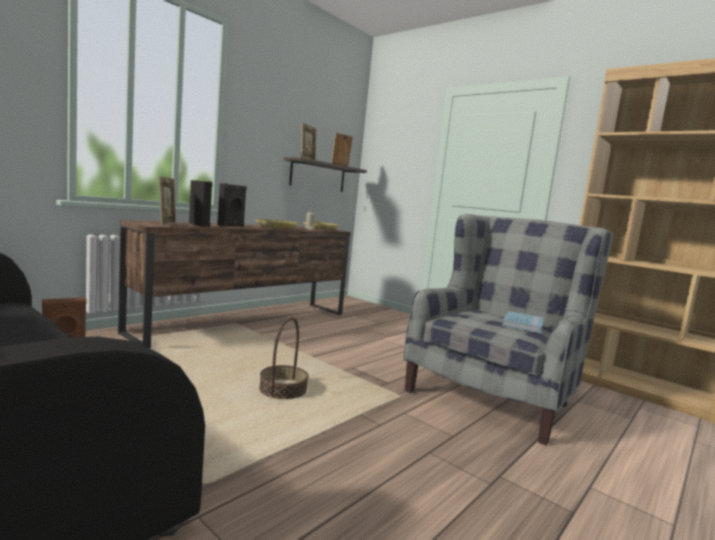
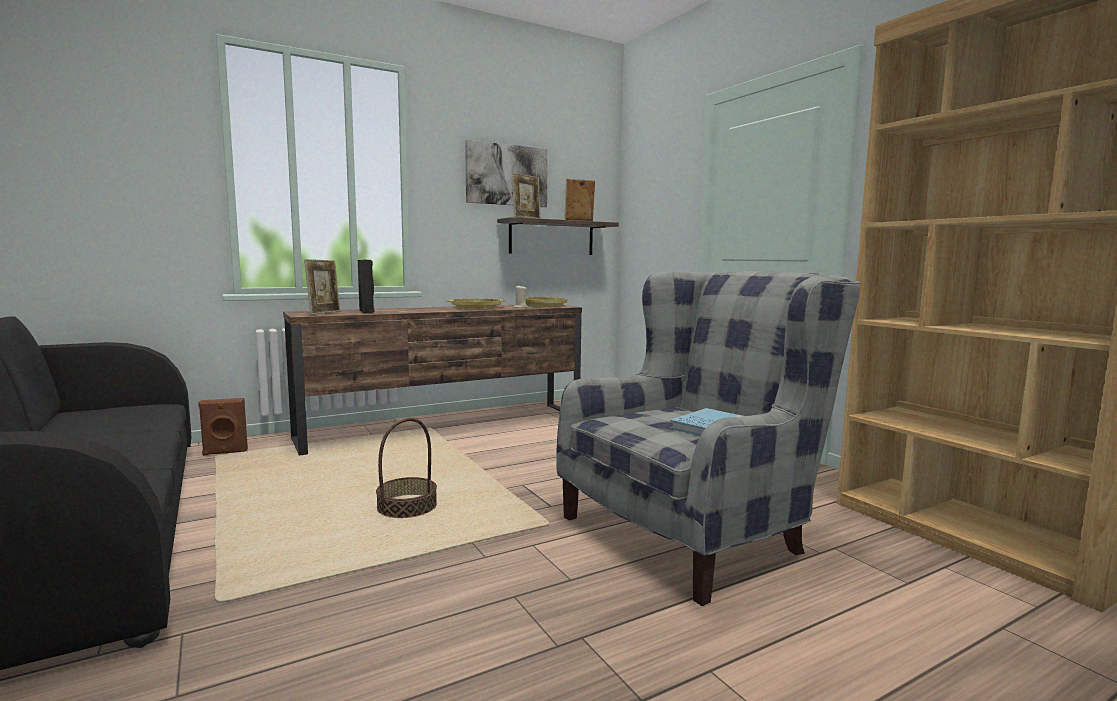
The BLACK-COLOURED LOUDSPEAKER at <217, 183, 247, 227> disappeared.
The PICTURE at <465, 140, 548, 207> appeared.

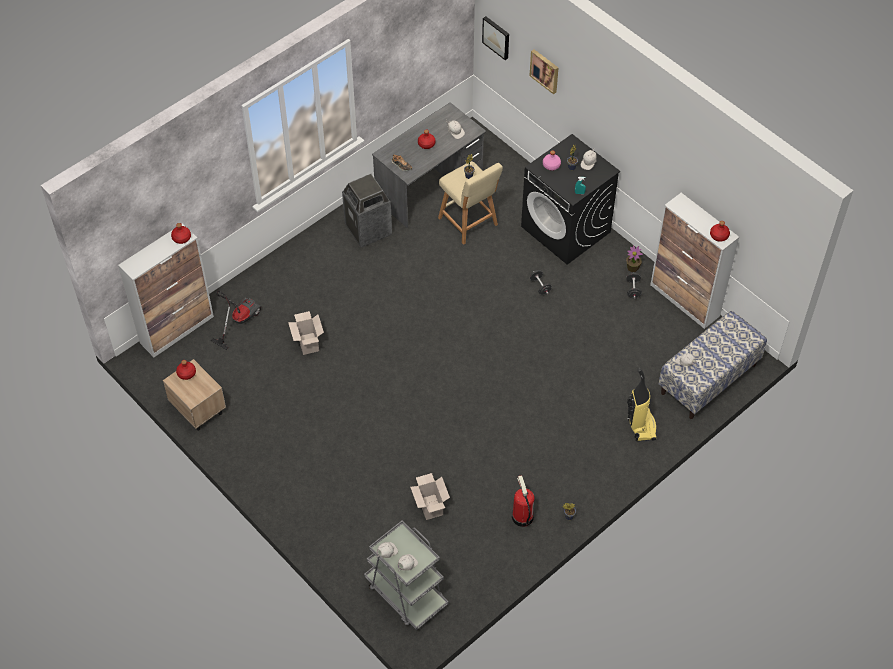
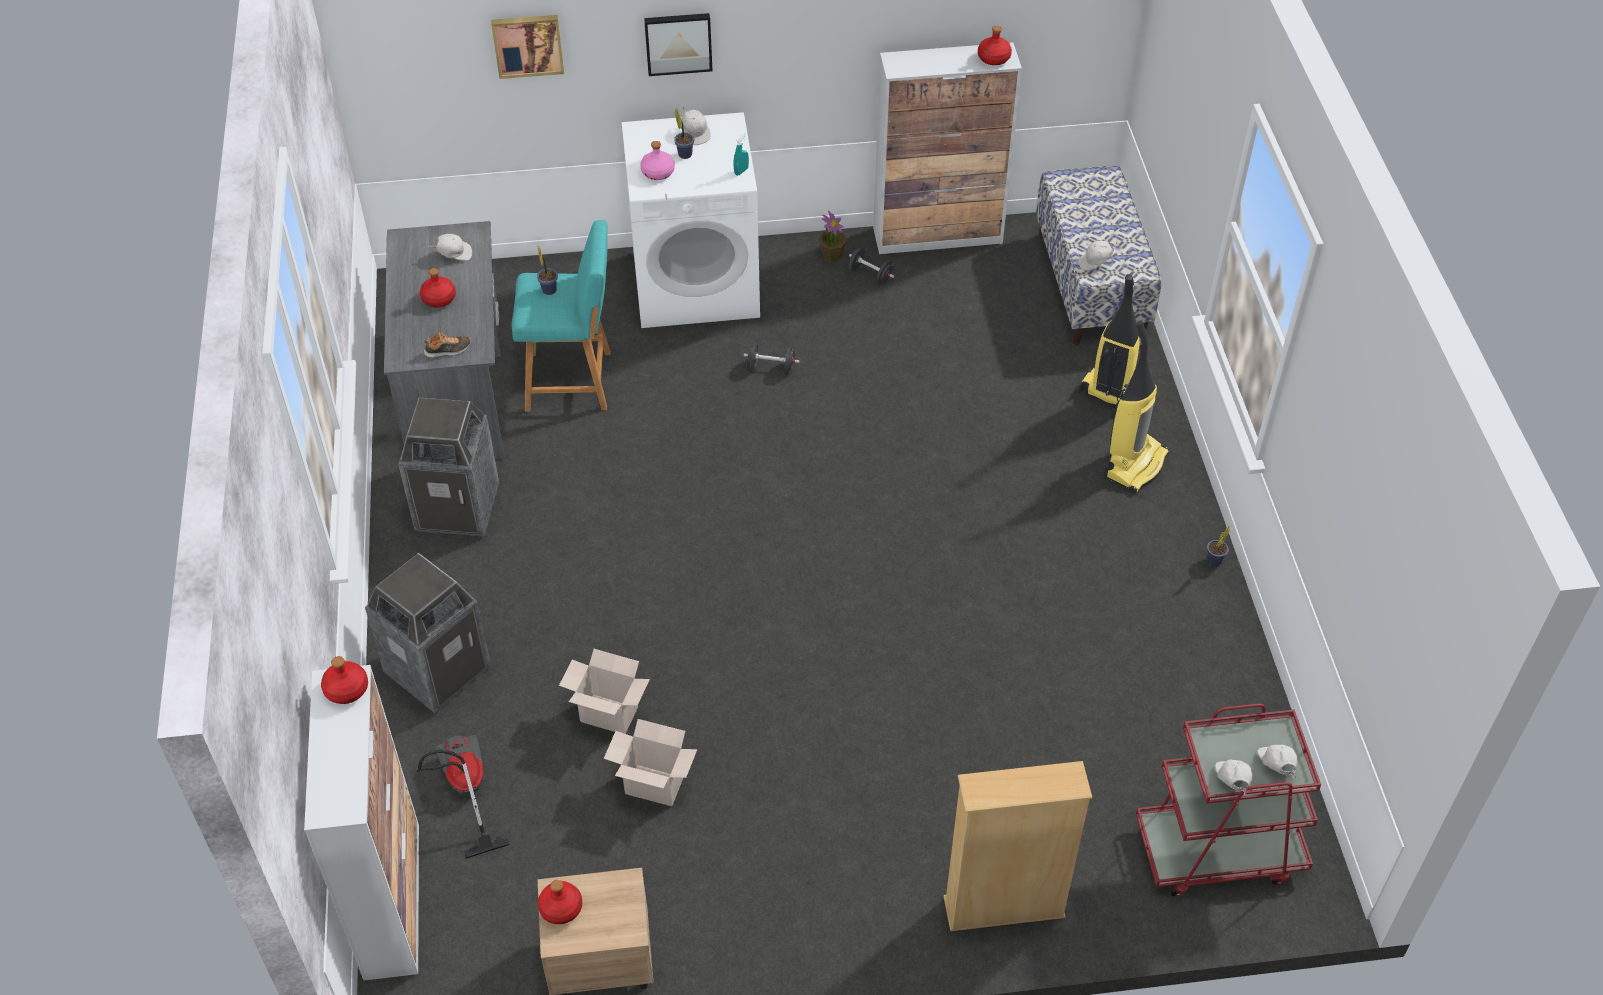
The PICTURE moved from <482, 16, 509, 60> to <644, 13, 713, 76>.
The BLACK-COLOURED WASHING MACHINE at <521, 134, 620, 265> became the WHITE-COLOURED WASHING MACHINE at <622, 112, 760, 328>.
The BEIGE-COLOURED STOOL SEAT at <438, 161, 503, 245> became the TURQUOISE-COLOURED STOOL SEAT at <511, 220, 611, 412>.
The CARTON moved from <410, 473, 450, 520> to <604, 719, 697, 806>.
The EXTINGUISHER at <512, 475, 535, 527> disappeared.
The GRAY TROLLEY at <364, 520, 449, 630> became the RED TROLLEY at <1136, 704, 1321, 896>.
The HOOVER at <1104, 320, 1169, 493> appeared.
The WASTE BIN at <365, 553, 491, 713> appeared.
The BEIGE-COLOURED BOOKCASE at <943, 761, 1092, 931> appeared.

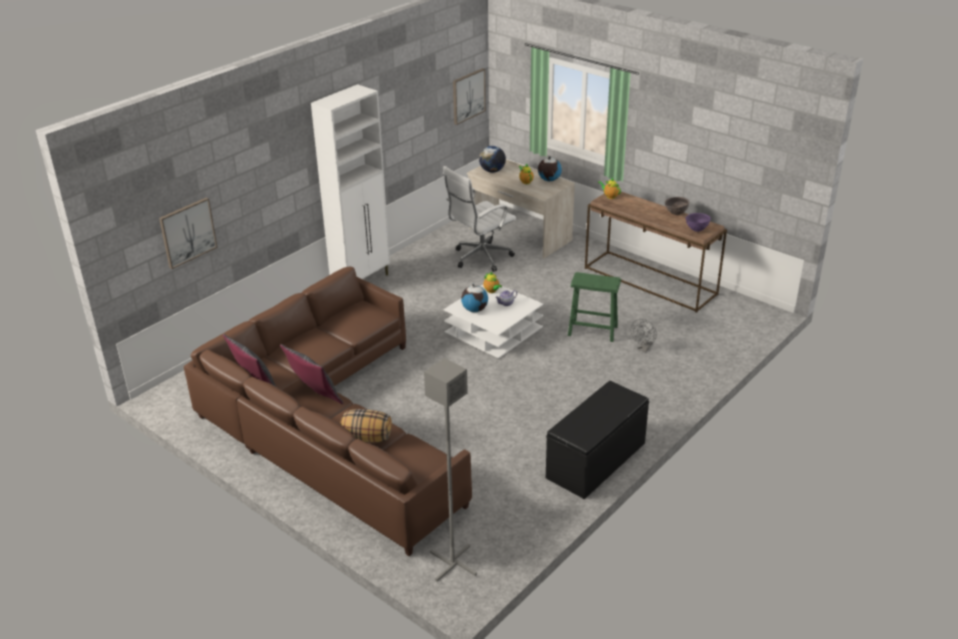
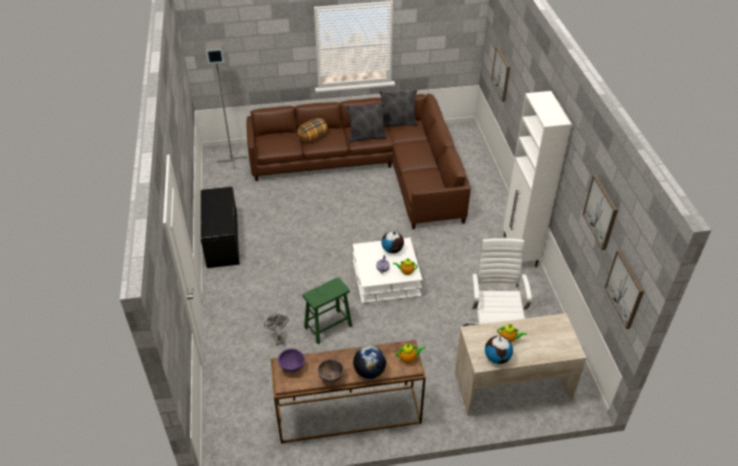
The GLOBE moved from <479, 146, 506, 173> to <353, 345, 386, 379>.
The PICTURE at <583, 175, 618, 250> appeared.

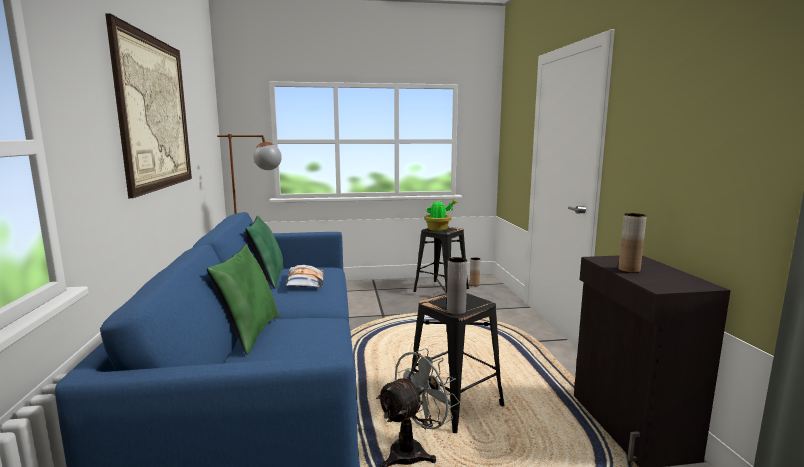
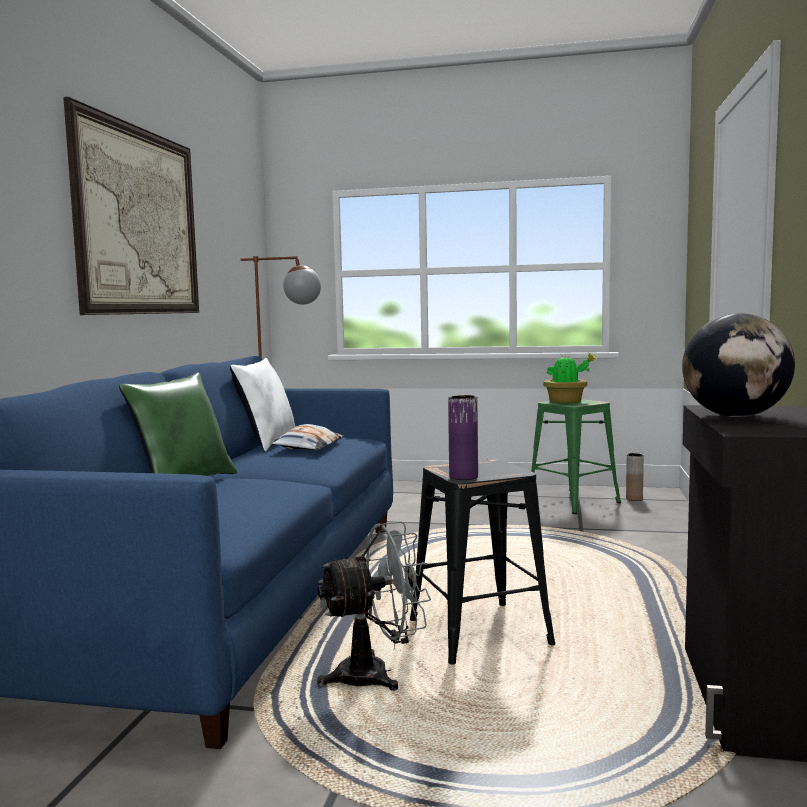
The BROWN DECORATIVE VASE at <618, 213, 647, 273> was replaced by the GLOBE at <682, 313, 795, 417>.
The GREEN-COLOURED CUSHION at <245, 215, 283, 289> became the WHITE-COLOURED CUSHION at <230, 358, 296, 452>.
The BLACK-COLOURED STOOL SEAT at <413, 227, 469, 293> became the GREEN-COLOURED STOOL SEAT at <531, 399, 621, 514>.
The GRAY DECORATIVE VASE at <447, 257, 467, 315> became the PURPLE DECORATIVE VASE at <448, 395, 478, 480>.

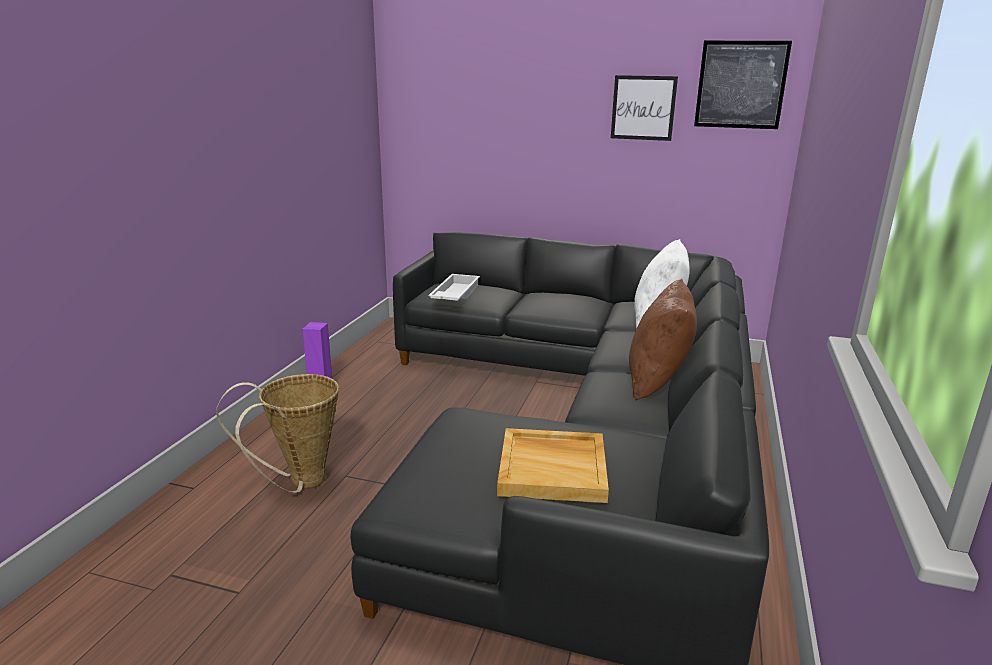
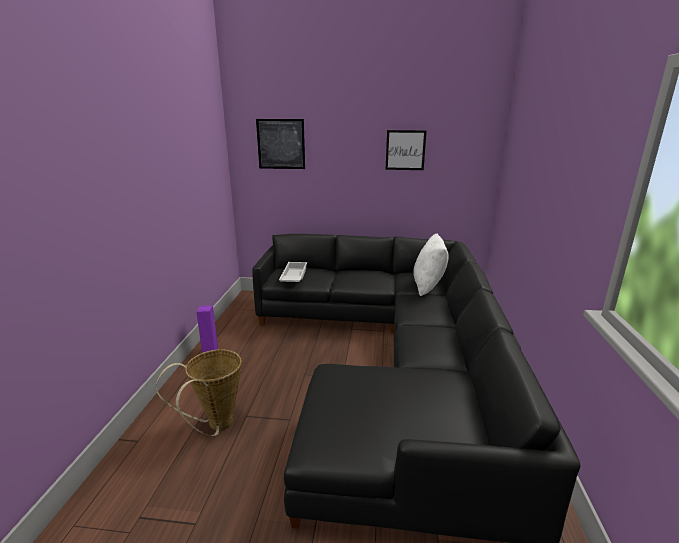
The PICTURE moved from <694, 41, 792, 129> to <256, 119, 305, 169>.
The BROWN CUSHION at <629, 279, 697, 401> disappeared.
The BEIGE-COLOURED CARRYING TRAY at <497, 428, 609, 503> disappeared.

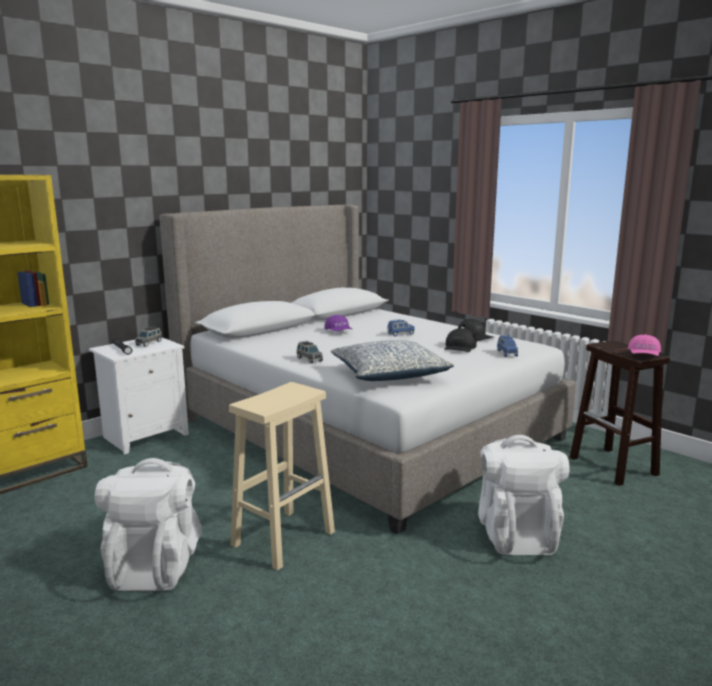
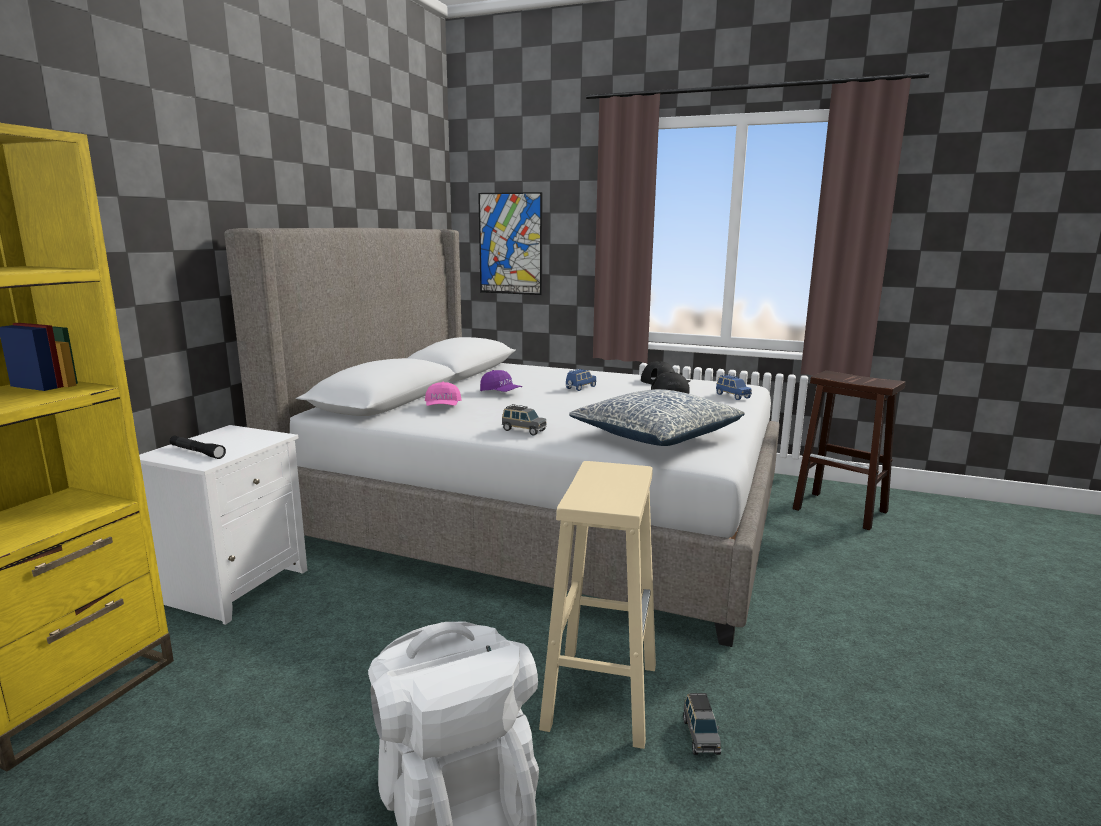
The GRAY MODEL CAR moved from <135, 327, 162, 347> to <683, 693, 721, 755>.
The PINK PEAKED CAP moved from <628, 334, 661, 356> to <425, 382, 462, 406>.
The WHITE-COLOURED RUCKSACK at <478, 435, 570, 555> disappeared.
The PICTURE at <478, 192, 543, 295> appeared.

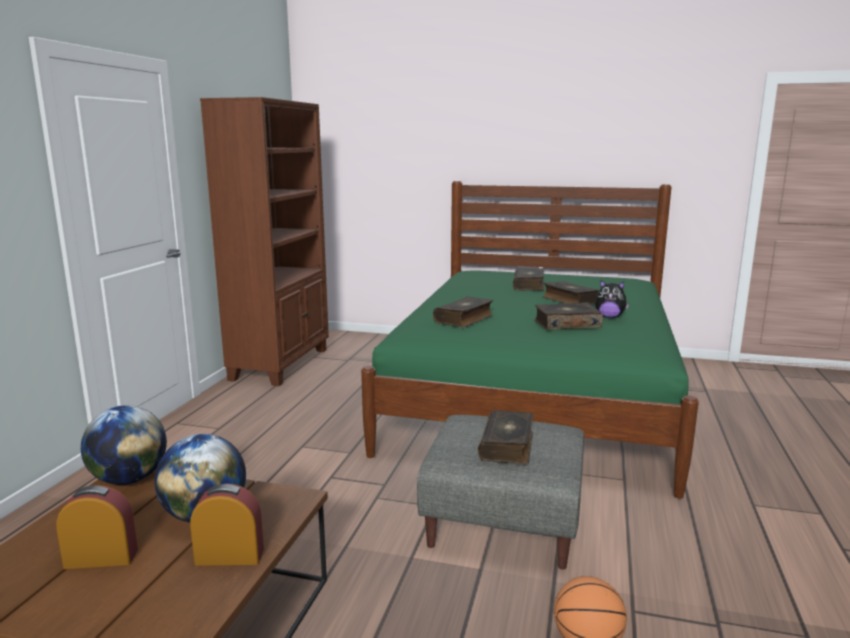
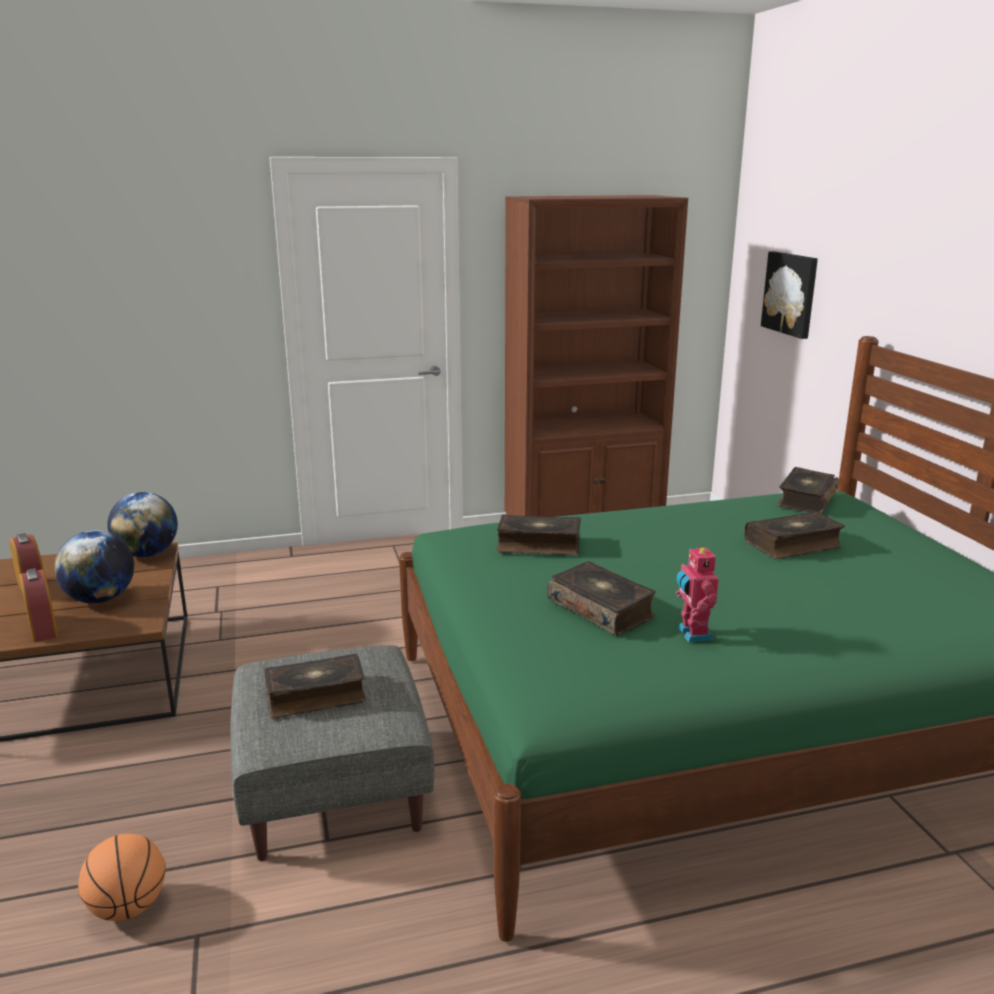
The CUDDLY TOY at <595, 280, 629, 318> was replaced by the TOY ROBOT at <676, 544, 719, 642>.
The VOLUME moved from <543, 281, 599, 305> to <777, 467, 839, 514>.
The PICTURE at <761, 251, 818, 339> appeared.

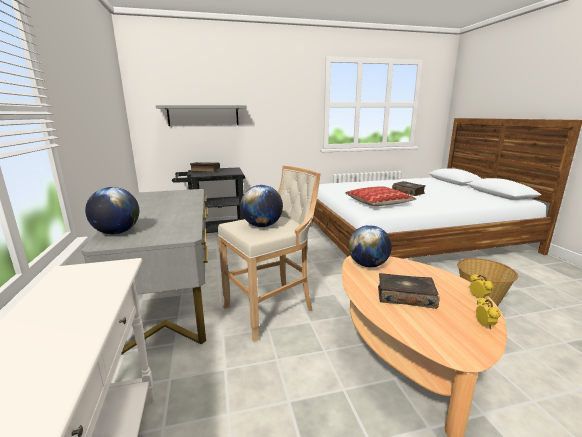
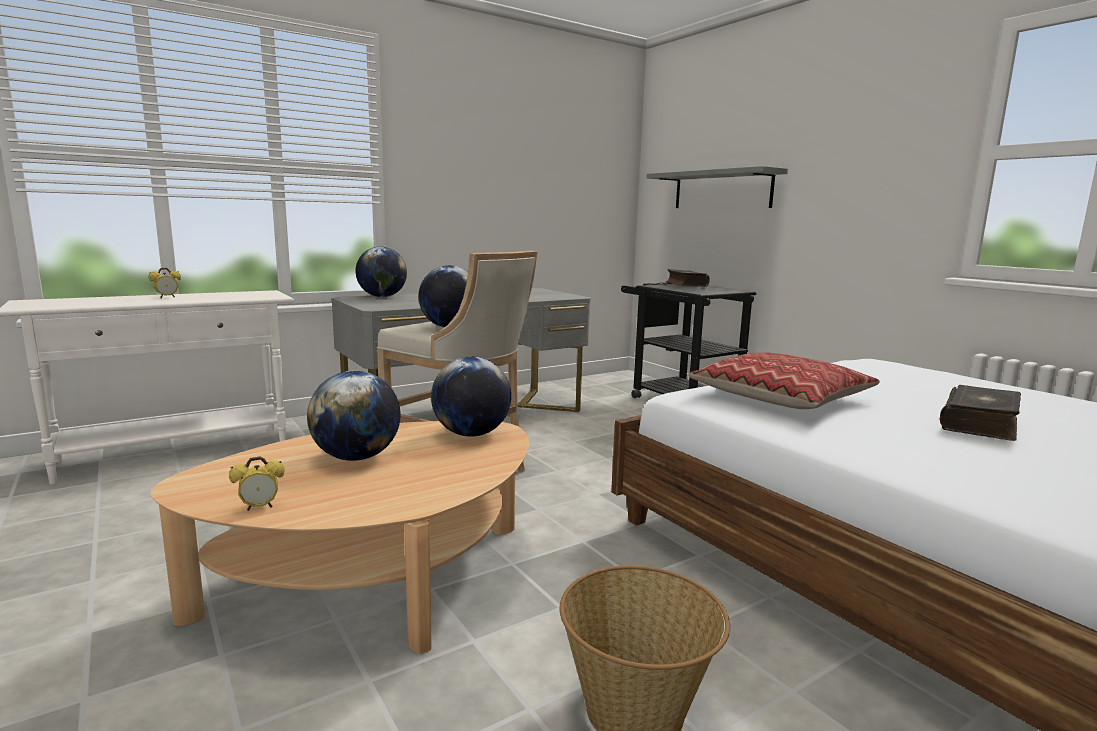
The VOLUME at <378, 273, 439, 309> was replaced by the GLOBE at <307, 371, 401, 461>.
The BEDSIDE CLOCK moved from <470, 274, 494, 298> to <148, 268, 181, 298>.

